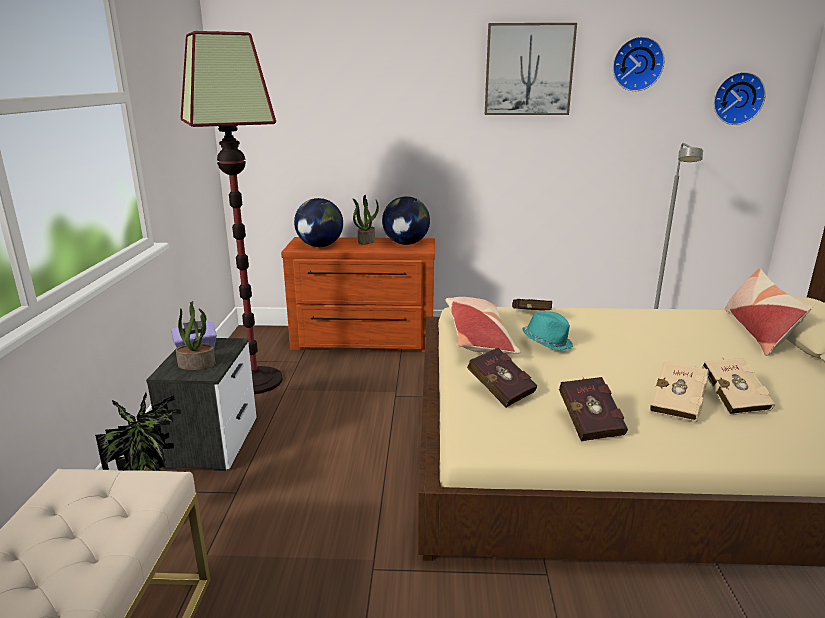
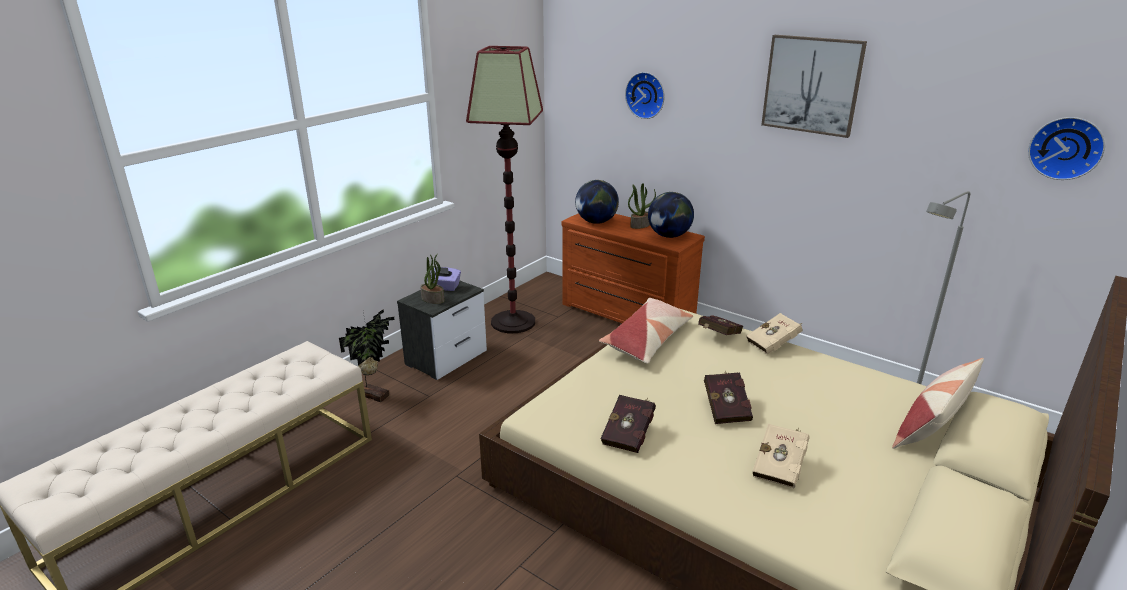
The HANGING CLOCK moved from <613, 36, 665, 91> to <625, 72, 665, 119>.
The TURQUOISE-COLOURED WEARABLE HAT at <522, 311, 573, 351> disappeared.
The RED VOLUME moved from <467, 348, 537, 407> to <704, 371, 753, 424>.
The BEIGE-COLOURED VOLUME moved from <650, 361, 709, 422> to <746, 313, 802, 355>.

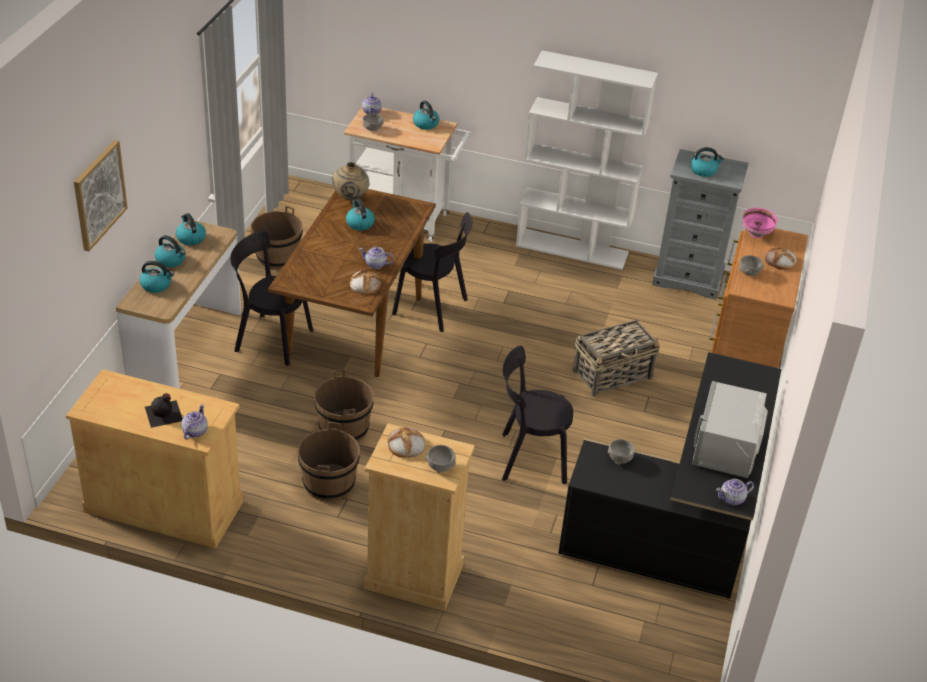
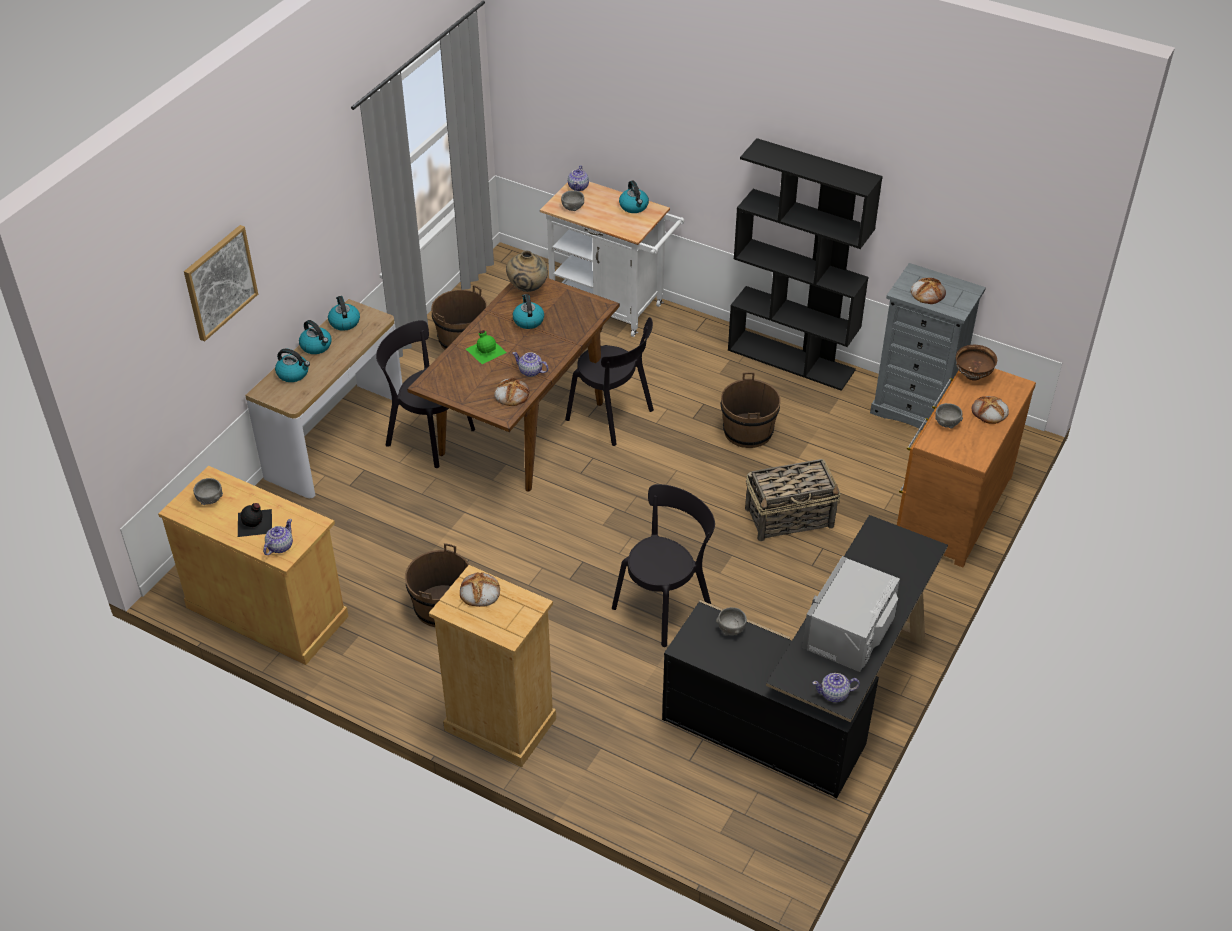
The WHITE-COLOURED BOOKCASE at <516, 50, 658, 270> became the BLACK-COLOURED BOOKCASE at <728, 138, 883, 391>.
The TEA KETTLE at <690, 147, 724, 177> was replaced by the BREAD at <911, 278, 946, 304>.
The PINK SERVING BOWL at <743, 208, 778, 238> became the BROWN SERVING BOWL at <956, 345, 997, 381>.
The BLACK-COLOURED CHAIR at <502, 346, 573, 484> turned 120 degrees clockwise.
The BROWN BUCKET moved from <314, 369, 374, 442> to <721, 372, 781, 448>.
The GRAY SERVING BOWL moved from <425, 445, 456, 473> to <193, 478, 223, 505>.
The GREEN-COLOURED BEVERAGE BOTTLE at <466, 330, 507, 364> appeared.

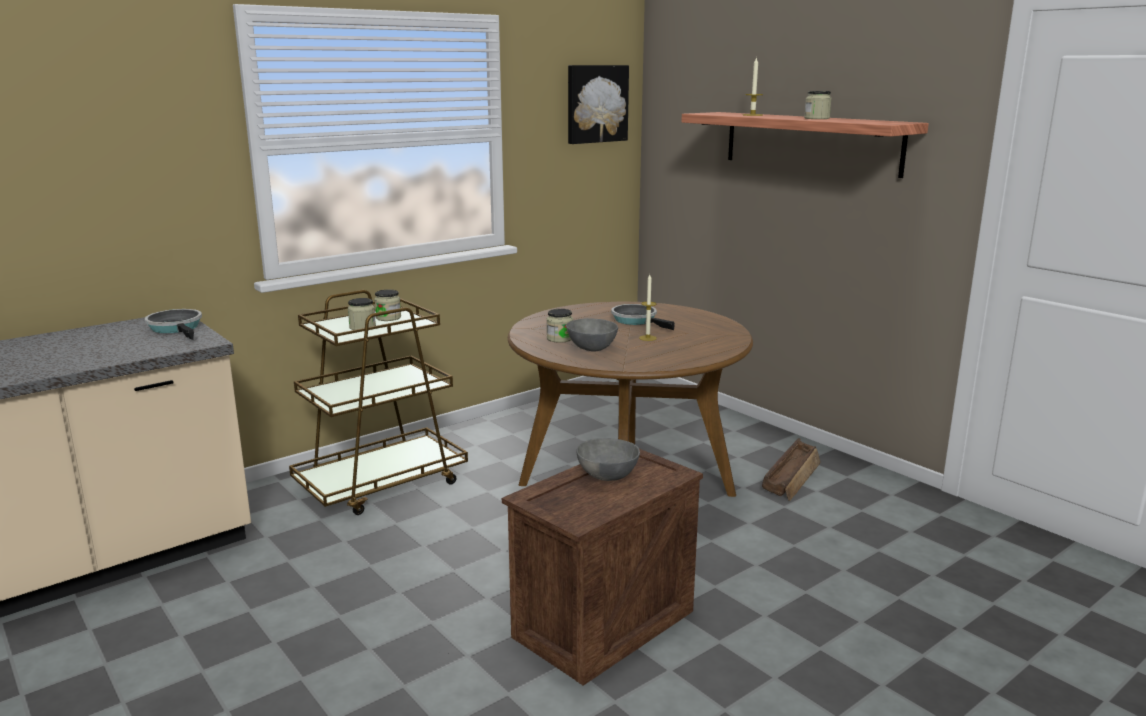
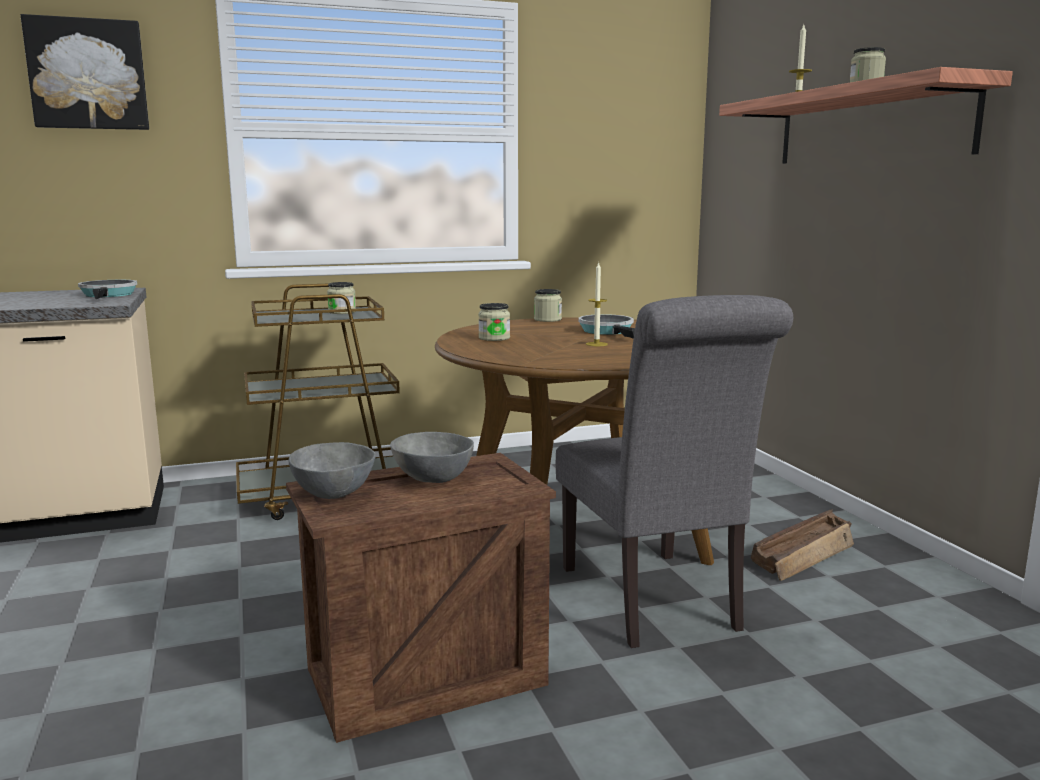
The PICTURE moved from <568, 65, 629, 144> to <21, 14, 149, 130>.
The PRESERVE JAR moved from <348, 298, 376, 330> to <534, 289, 562, 322>.
The GRAY SERVING BOWL moved from <566, 318, 618, 351> to <289, 442, 375, 499>.
The GRAY CHAIR at <556, 295, 793, 648> appeared.

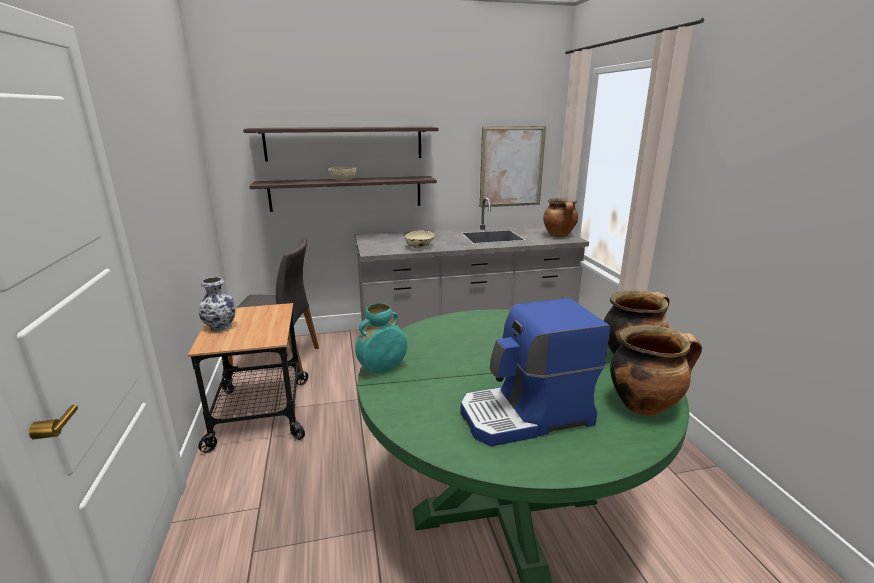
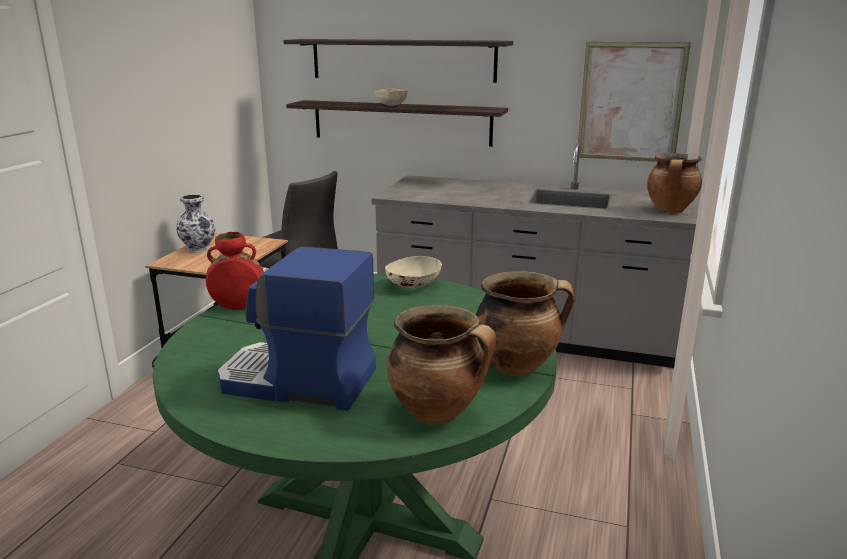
The BEIGE-COLOURED SERVING BOWL moved from <405, 231, 435, 248> to <385, 256, 442, 288>.
The TURQUOISE-COLOURED DECORATIVE VASE at <355, 303, 407, 373> became the RED DECORATIVE VASE at <206, 232, 264, 310>.

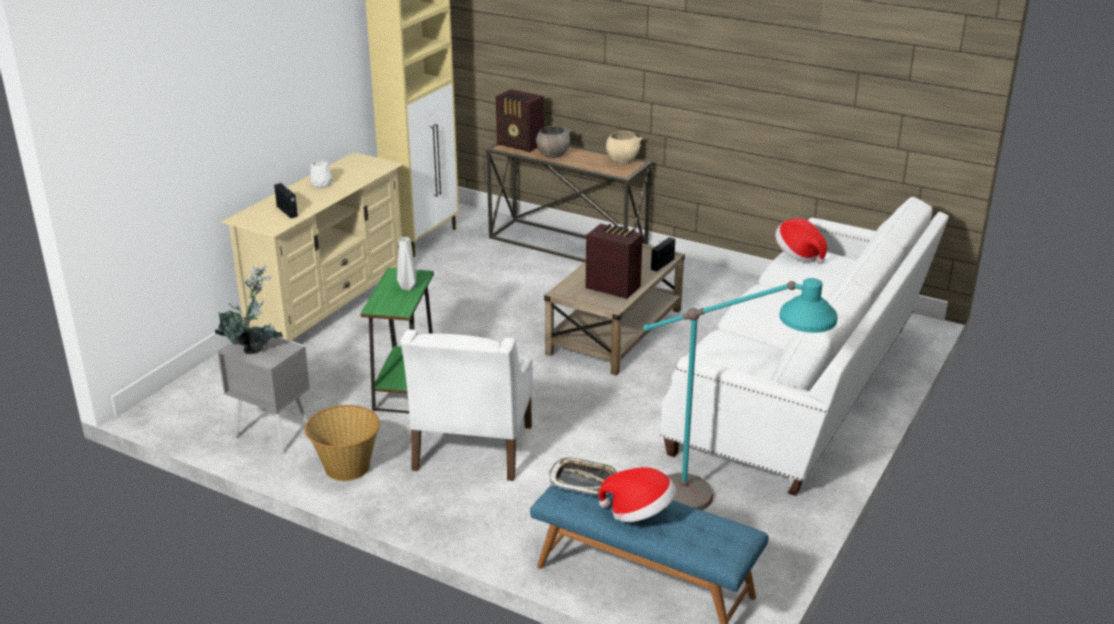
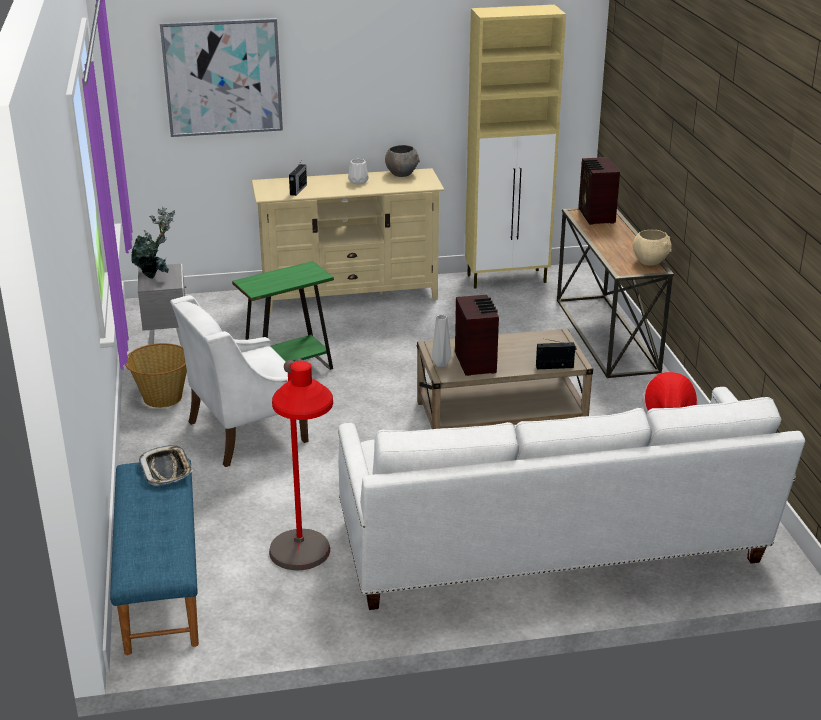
The GRAY SERVING BOWL moved from <536, 126, 571, 158> to <385, 145, 420, 177>.
The GRAY DECORATIVE VASE moved from <397, 237, 417, 291> to <432, 314, 451, 367>.
The TURQUOISE-COLOURED STANDARD LAMP at <644, 278, 838, 510> became the RED STANDARD LAMP at <269, 359, 333, 570>.
The WEARABLE HAT at <598, 467, 676, 522> disappeared.
The PICTURE at <160, 18, 283, 137> appeared.

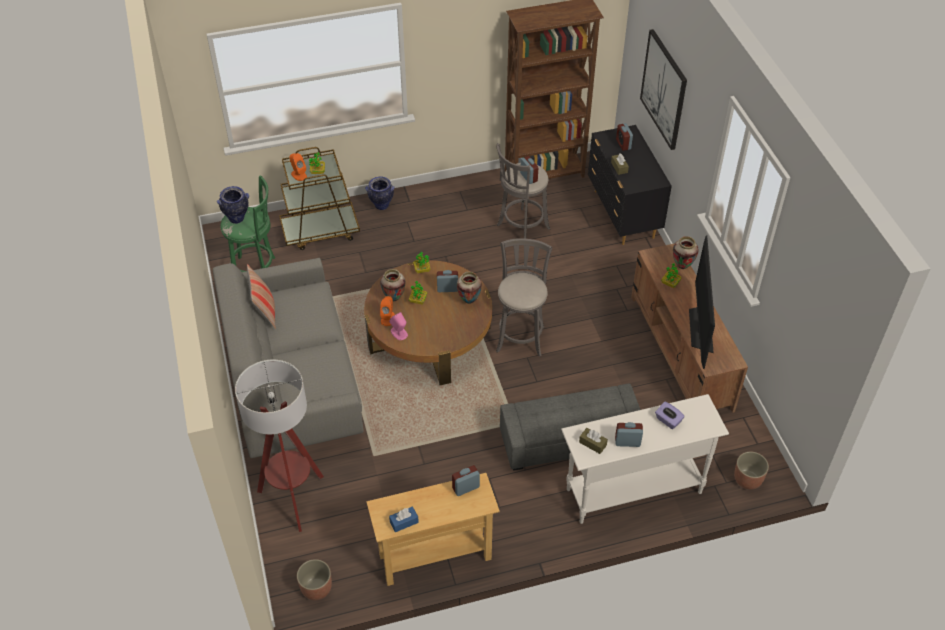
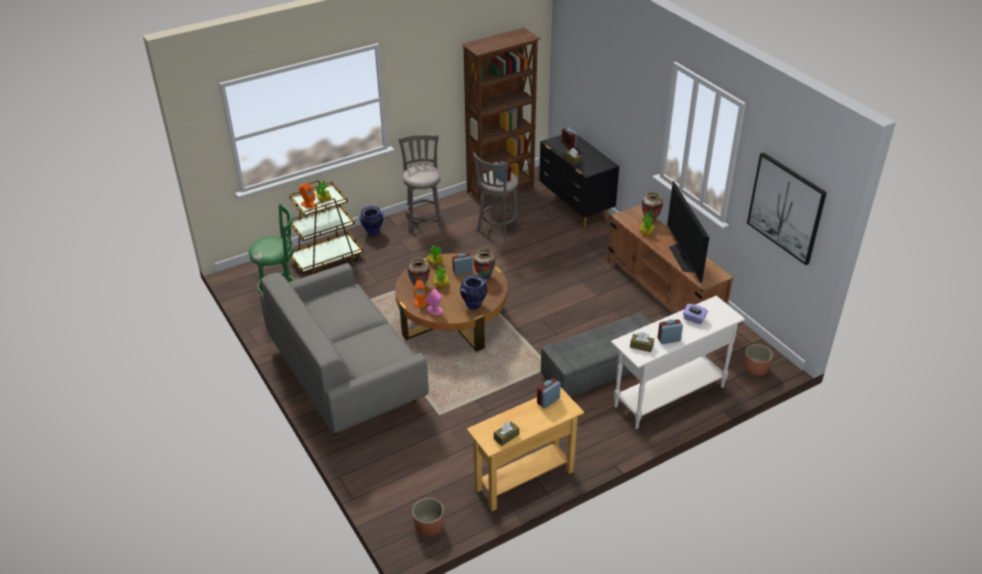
The PICTURE moved from <640, 29, 687, 150> to <747, 152, 827, 265>.
The DECORATIVE VASE moved from <217, 186, 249, 224> to <460, 275, 487, 310>.
The GRAY STOOL SEAT moved from <496, 238, 552, 357> to <399, 134, 443, 233>.
The CUSHION at <247, 264, 276, 330> disappeared.
The STANDARD LAMP at <235, 360, 324, 532> disappeared.
The BLUE-COLOURED BOX OF TISSUES at <389, 506, 419, 532> became the BROWN BOX OF TISSUES at <494, 421, 519, 446>.

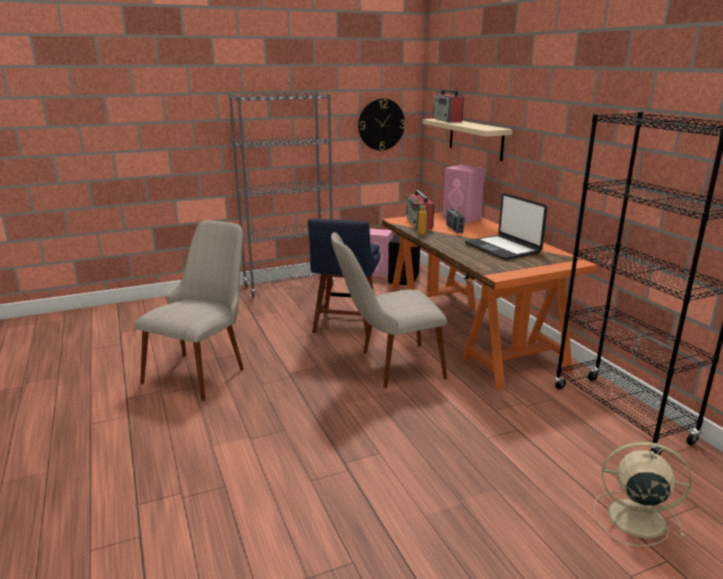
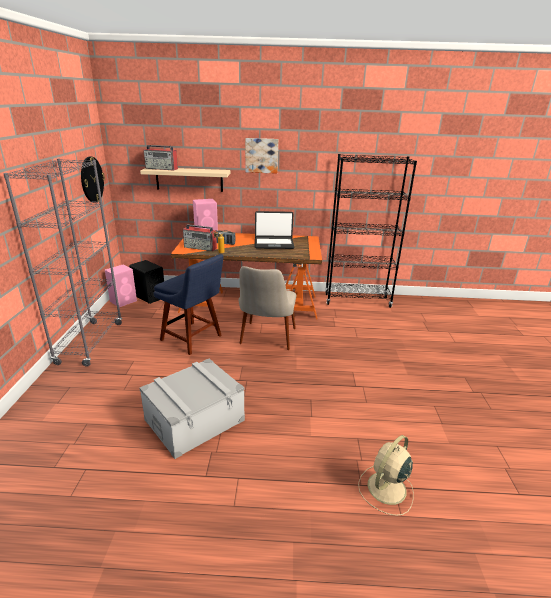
The BEIGE-COLOURED CHAIR at <135, 220, 244, 401> was replaced by the GRAY STORAGE CONTAINER at <139, 359, 245, 459>.
The BEIGE-COLOURED FAN moved from <594, 442, 692, 547> to <358, 435, 414, 516>.
The PICTURE at <245, 138, 278, 174> appeared.

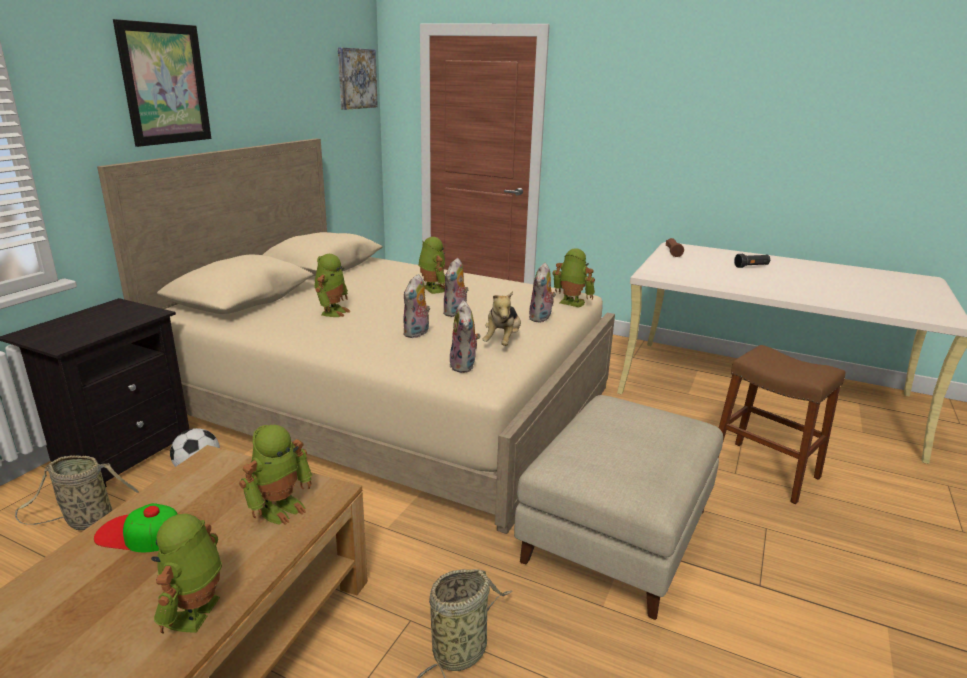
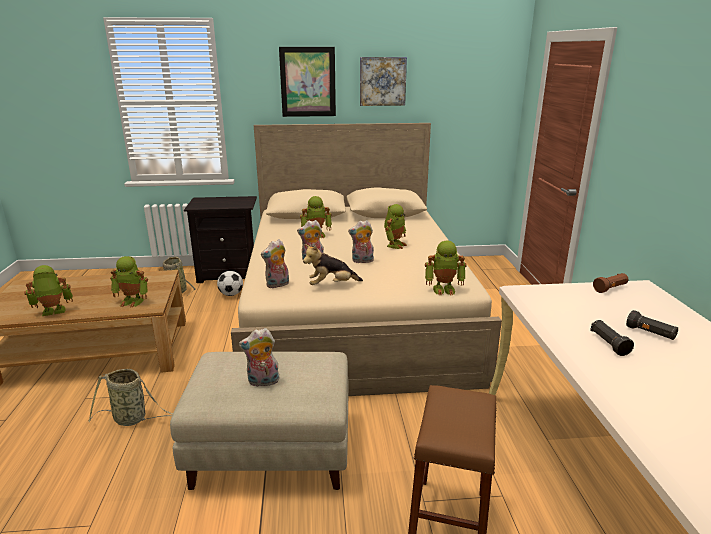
The PICTURE moved from <338, 47, 378, 110> to <360, 57, 407, 106>.
The TOY ROBOT at <552, 248, 595, 308> turned 90 degrees clockwise.
The CUDDLY TOY moved from <529, 263, 556, 323> to <239, 328, 280, 387>.
The PEAKED CAP at <94, 503, 178, 552> disappeared.
The BLACK-COLOURED TORCH at <590, 320, 634, 356> appeared.

